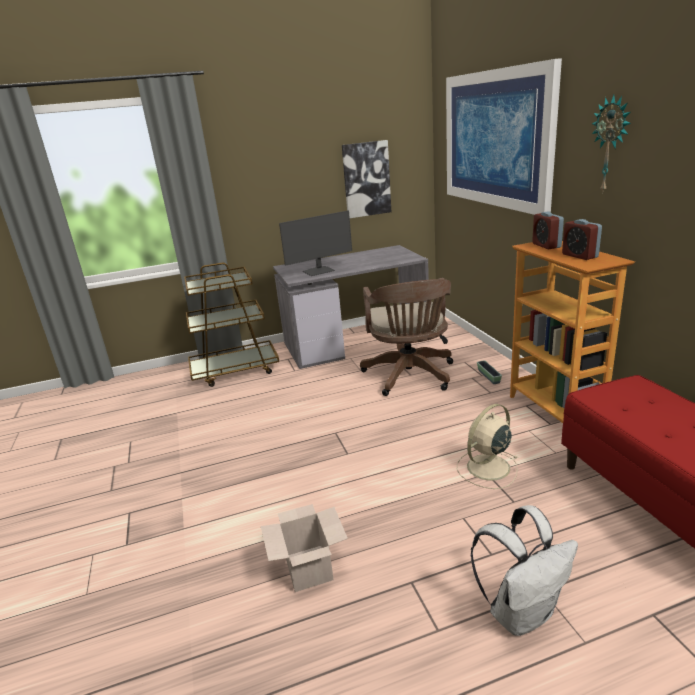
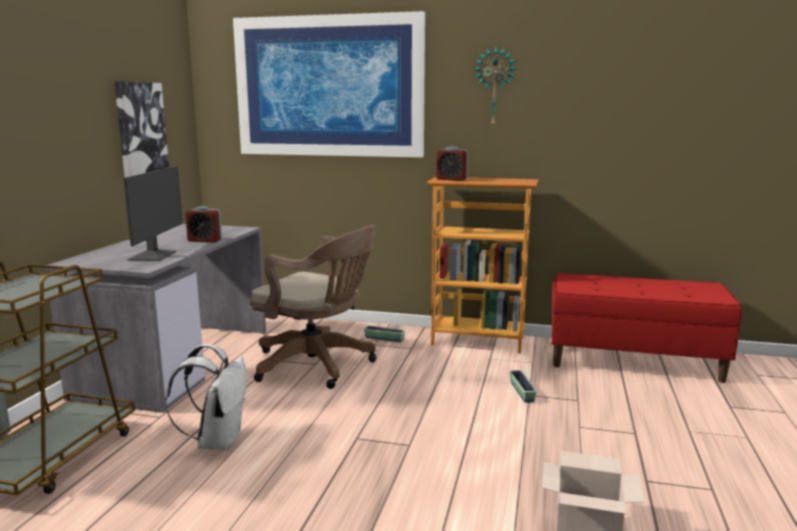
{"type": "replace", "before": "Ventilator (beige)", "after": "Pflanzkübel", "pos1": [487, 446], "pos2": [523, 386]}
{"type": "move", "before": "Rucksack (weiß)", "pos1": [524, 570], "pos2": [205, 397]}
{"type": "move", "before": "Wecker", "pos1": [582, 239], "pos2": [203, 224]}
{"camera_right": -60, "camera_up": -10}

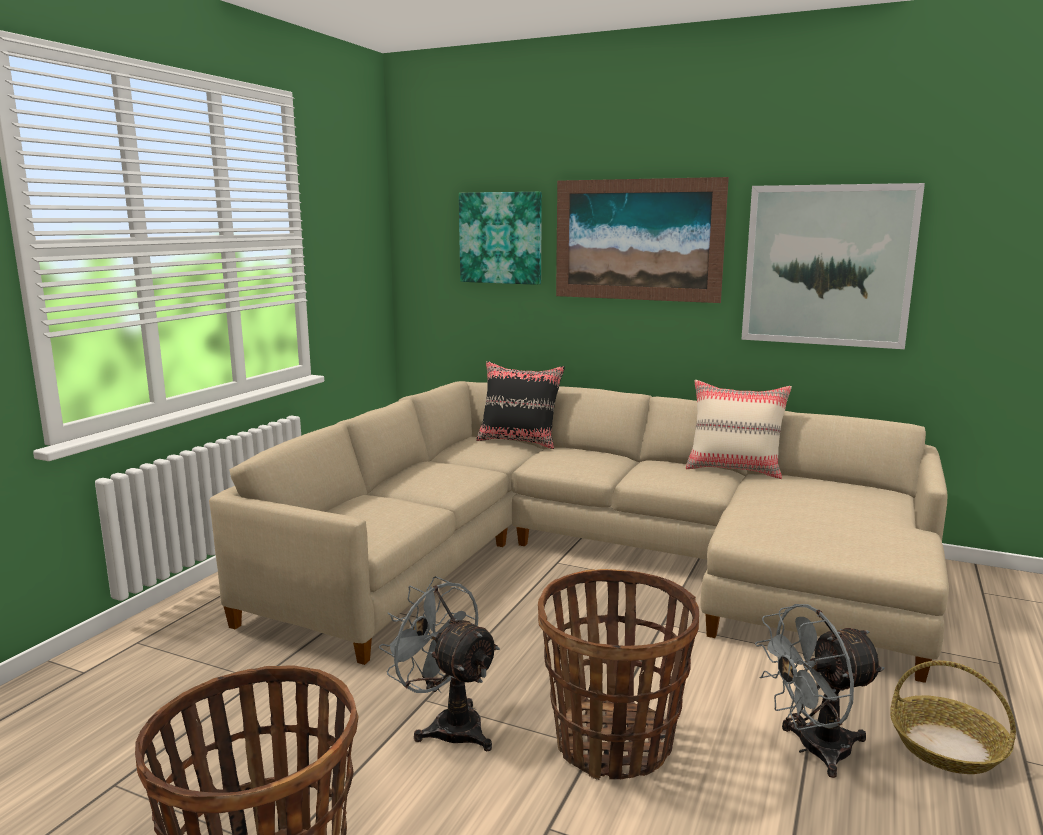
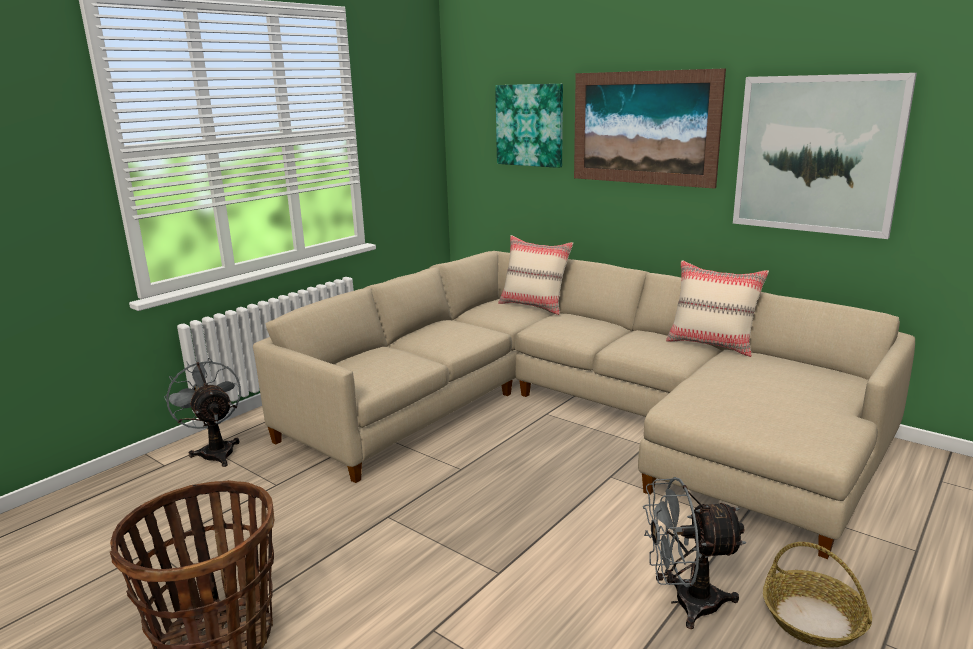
{"type": "move", "before": "Ventilator (grau)", "pos1": [439, 663], "pos2": [202, 412]}
{"type": "recolor", "before": "Kissen (schwarz)", "after": "Kissen (beige)", "pos1": [520, 405], "pos2": [535, 275]}
{"type": "delete", "before": "Korb", "pos1": [618, 674]}
{"camera_right": 15, "camera_up": 5}

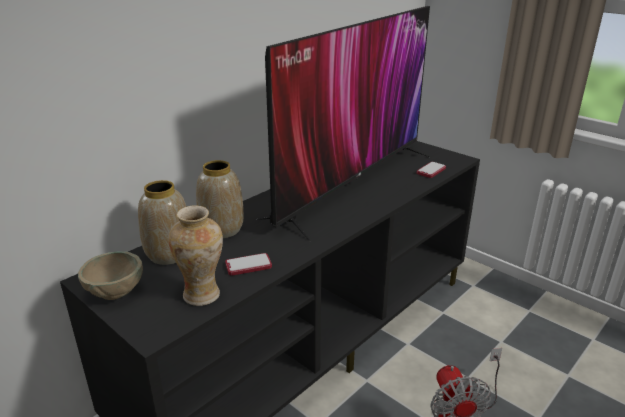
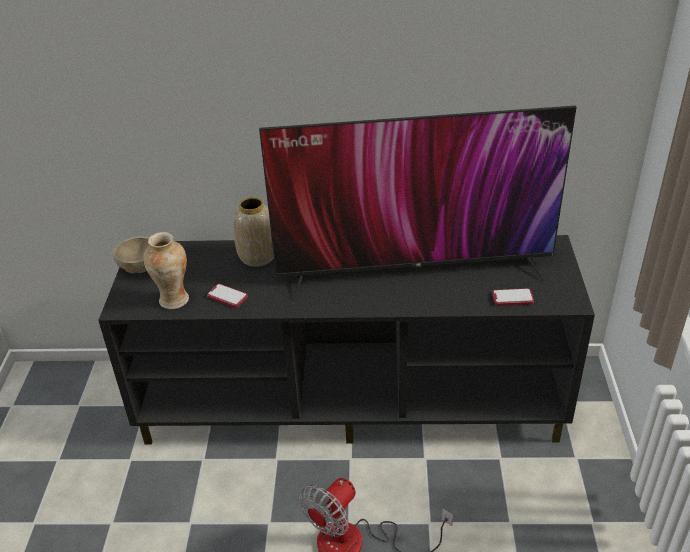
{"type": "delete", "before": "Vase", "pos1": [162, 222]}
{"camera_right": 50, "camera_up": 10}

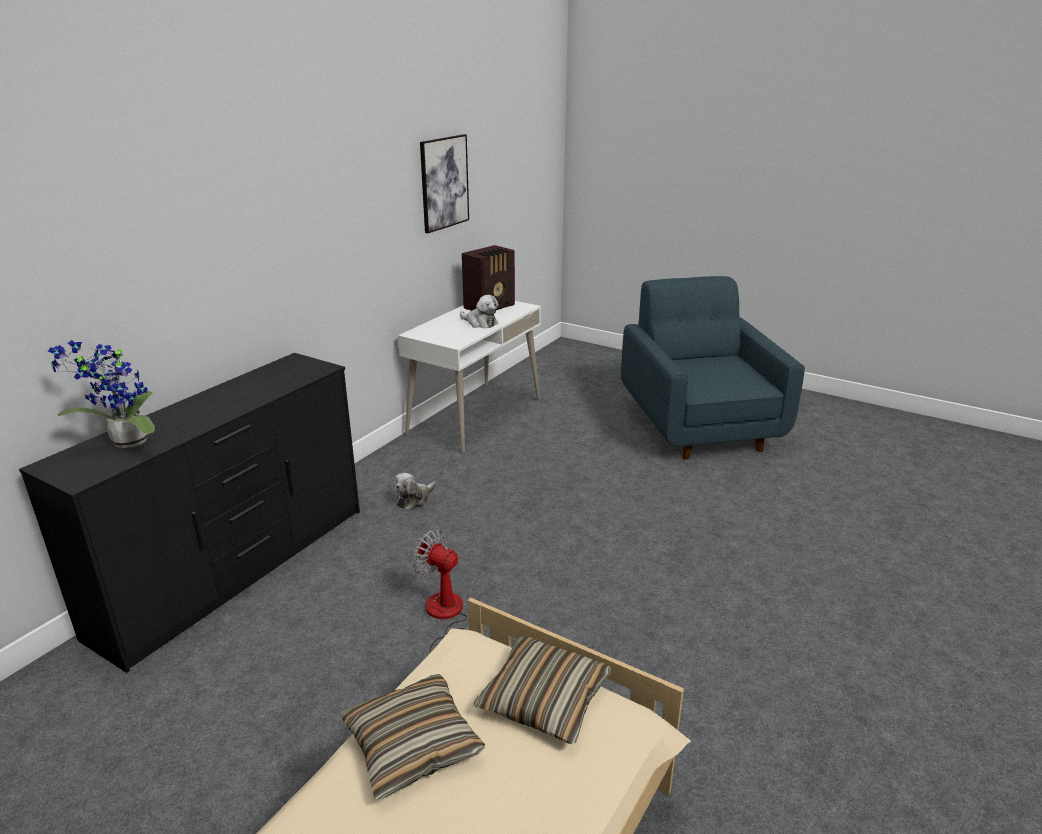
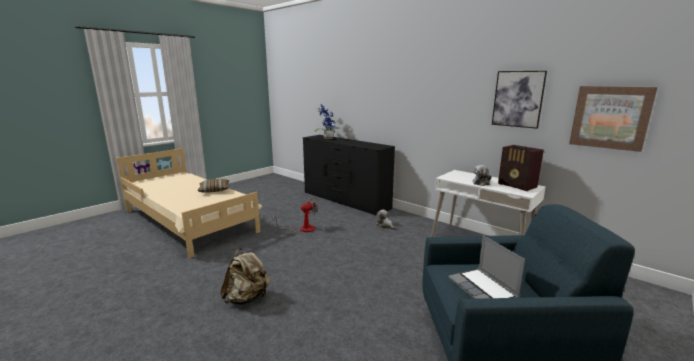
{"type": "delete", "before": "Kissen", "pos1": [542, 691]}
{"type": "insert", "after": "Rucksack (beige)", "pos2": [245, 276]}
{"type": "insert", "after": "Laptop", "pos2": [486, 267]}
{"type": "insert", "after": "Bild", "pos2": [613, 119]}
{"camera_right": 100, "camera_up": -10}

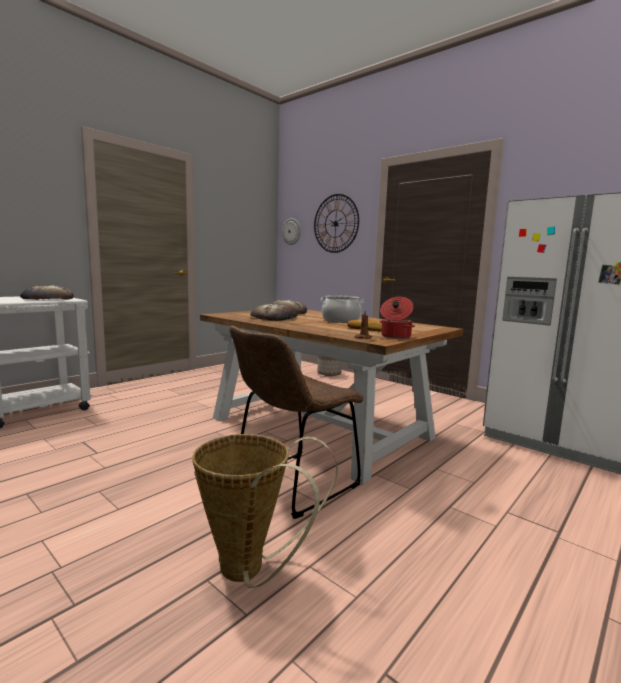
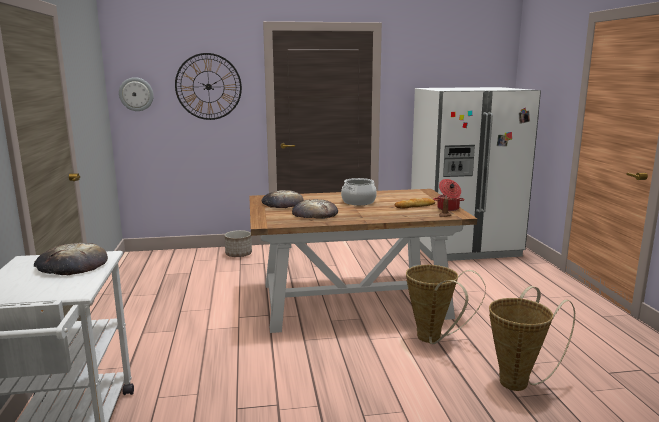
{"type": "replace", "before": "Stuhl (braun)", "after": "Korb", "pos1": [296, 422], "pos2": [446, 304]}
{"camera_right": -50, "camera_up": 5}

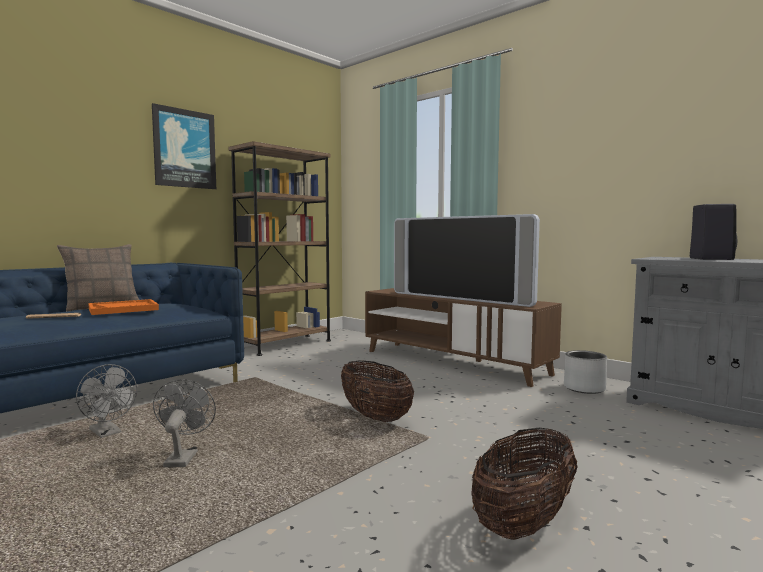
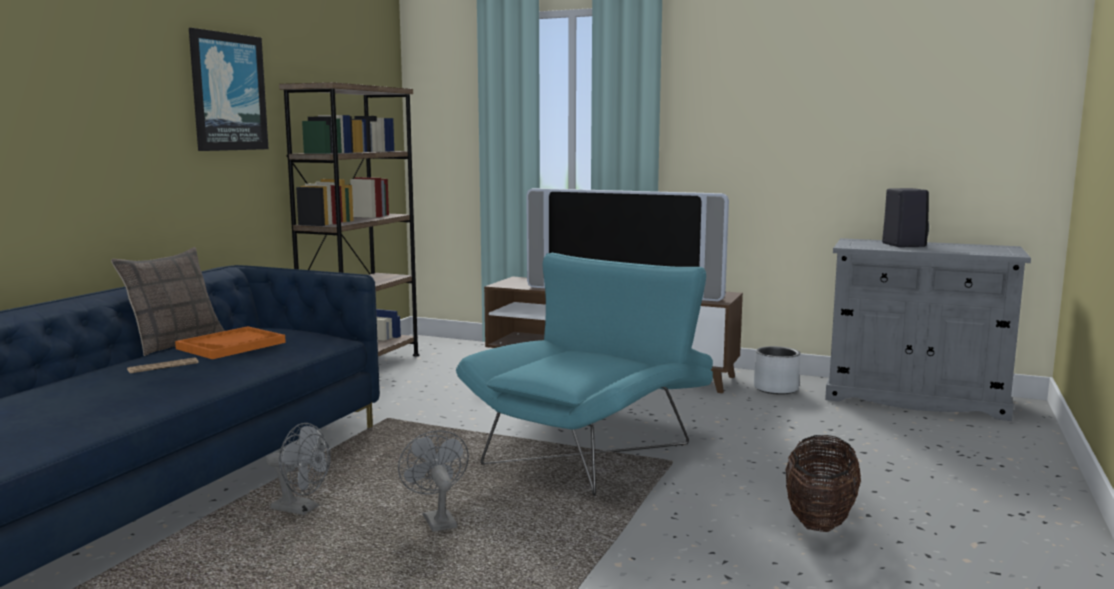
{"type": "replace", "before": "Korb", "after": "Sessel (türkis)", "pos1": [377, 391], "pos2": [584, 374]}
{"camera_right": -20, "camera_up": 5}

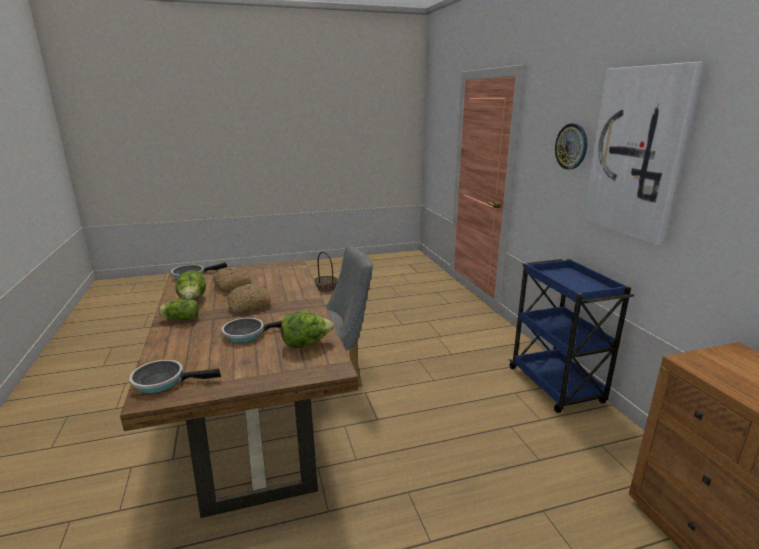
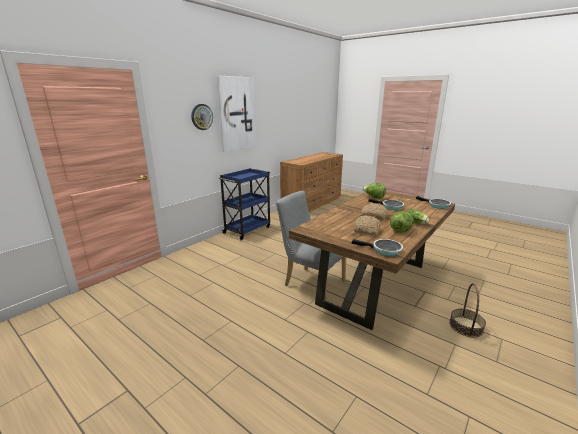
{"type": "move", "before": "Korb", "pos1": [326, 272], "pos2": [467, 310]}
{"camera_right": -125, "camera_up": 0}

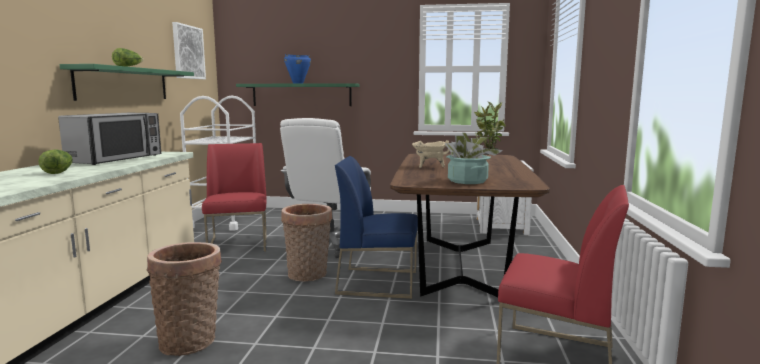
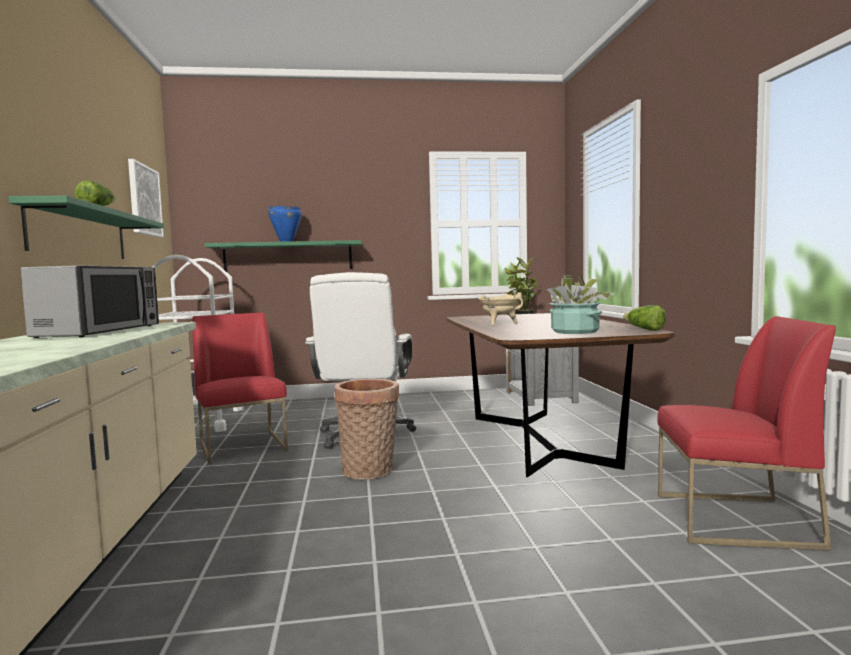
{"type": "move", "before": "Salatkopf", "pos1": [55, 161], "pos2": [644, 318]}
{"type": "delete", "before": "Korb", "pos1": [184, 299]}
{"type": "delete", "before": "Stuhl (blau)", "pos1": [376, 227]}
{"camera_right": -15, "camera_up": -5}

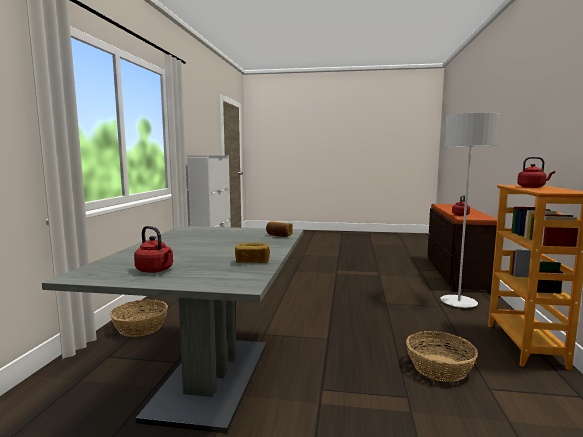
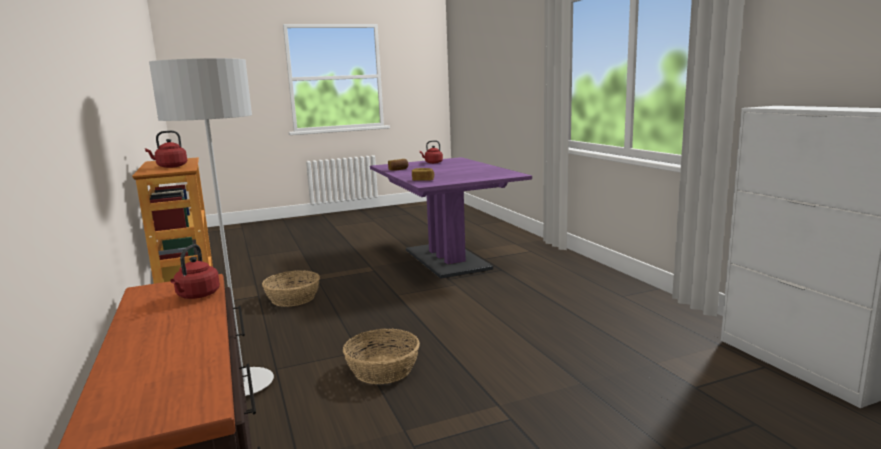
{"type": "recolor", "before": "Esstisch (grau)", "after": "Esstisch (lila)", "pos1": [173, 329], "pos2": [451, 218]}
{"type": "move", "before": "Korb", "pos1": [139, 318], "pos2": [381, 356]}
{"camera_right": 150, "camera_up": 5}

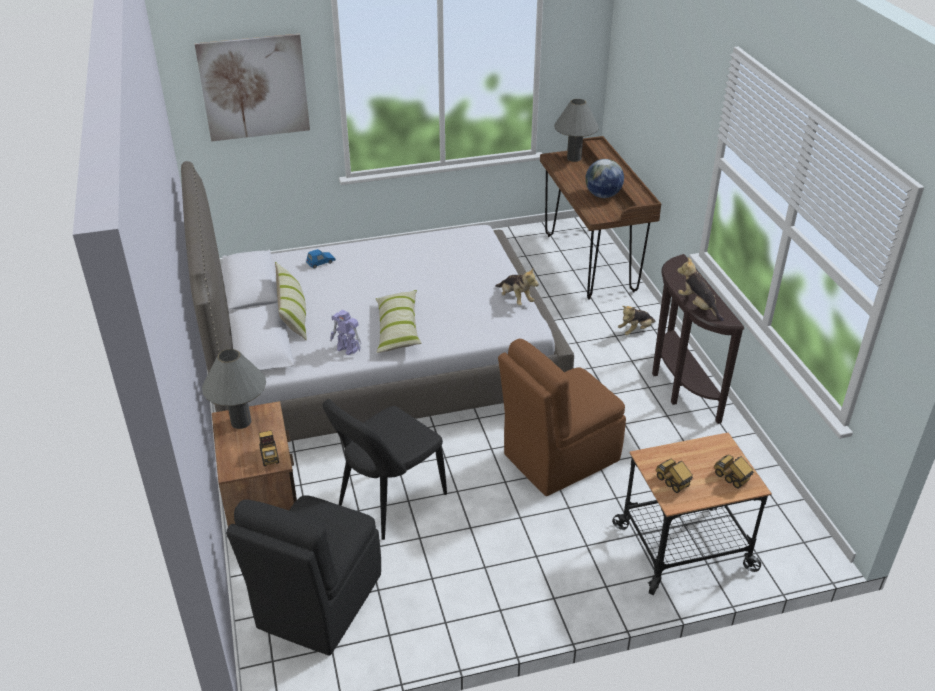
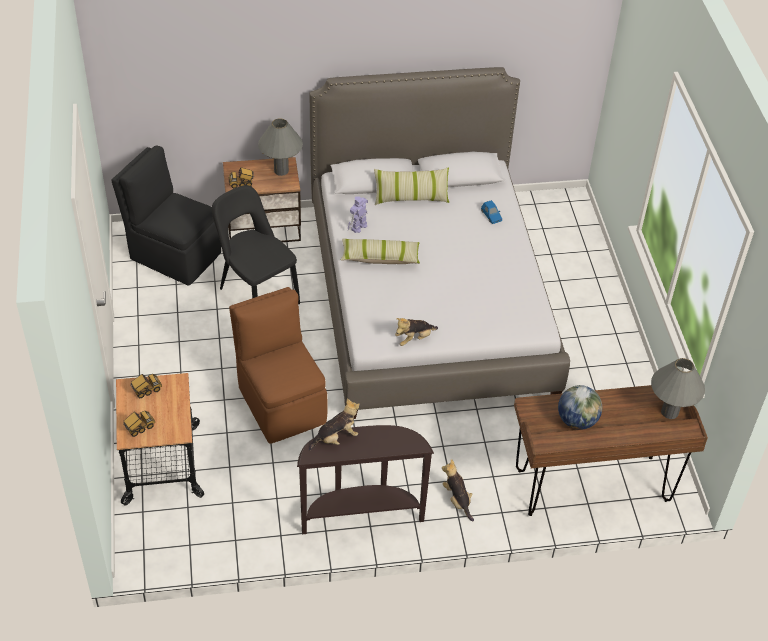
{"type": "delete", "before": "Bild", "pos1": [252, 88]}
{"camera_right": 95, "camera_up": 10}

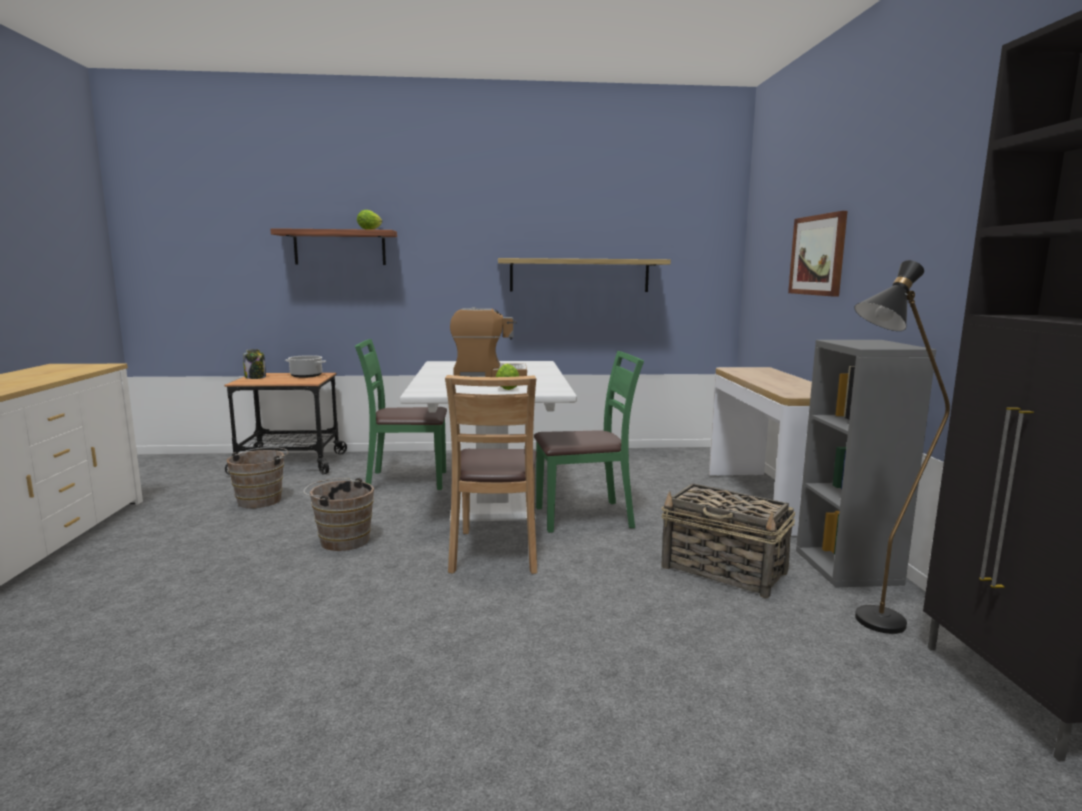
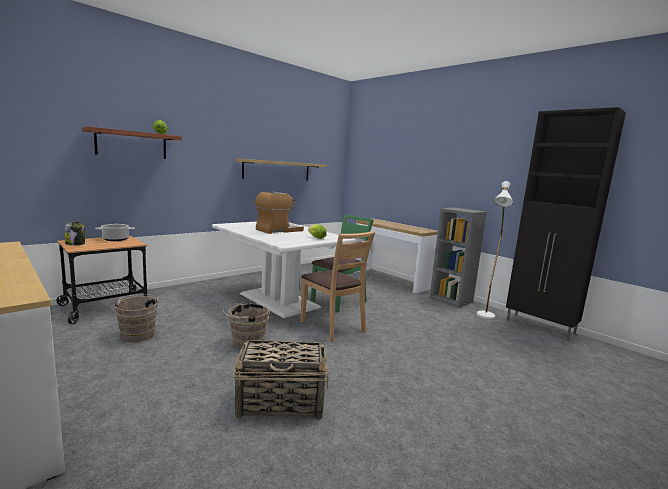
{"type": "delete", "before": "Stuhl (grün)", "pos1": [401, 414]}
{"type": "move", "before": "Korb", "pos1": [728, 540], "pos2": [281, 380]}
{"type": "delete", "before": "Bild", "pos1": [818, 254]}
{"type": "recolor", "before": "Stehlampe (schwarz)", "after": "Stehlampe (weiß)", "pos1": [902, 447], "pos2": [495, 250]}
{"camera_right": -40, "camera_up": 0}

